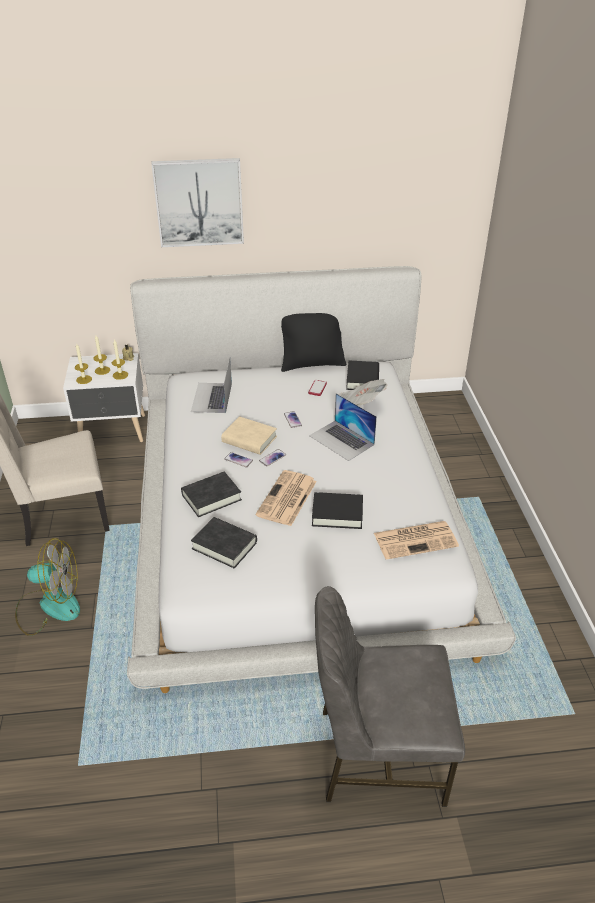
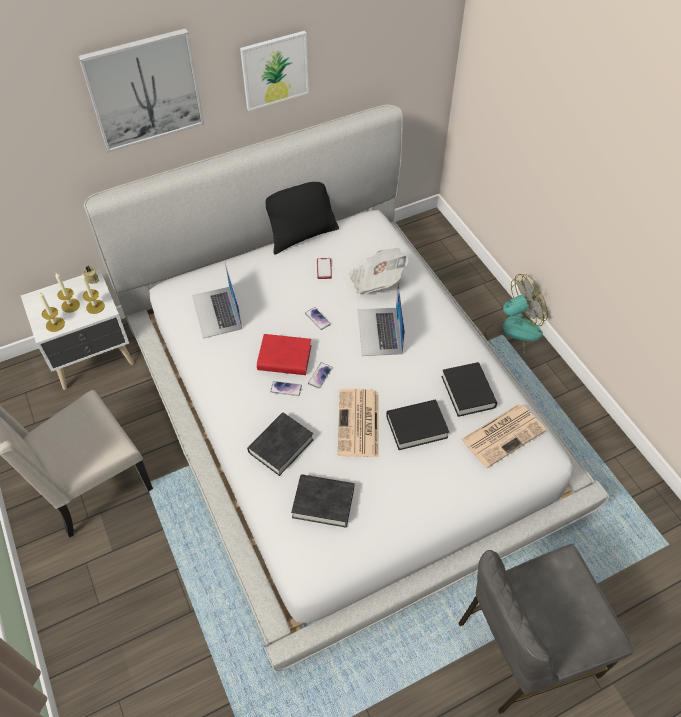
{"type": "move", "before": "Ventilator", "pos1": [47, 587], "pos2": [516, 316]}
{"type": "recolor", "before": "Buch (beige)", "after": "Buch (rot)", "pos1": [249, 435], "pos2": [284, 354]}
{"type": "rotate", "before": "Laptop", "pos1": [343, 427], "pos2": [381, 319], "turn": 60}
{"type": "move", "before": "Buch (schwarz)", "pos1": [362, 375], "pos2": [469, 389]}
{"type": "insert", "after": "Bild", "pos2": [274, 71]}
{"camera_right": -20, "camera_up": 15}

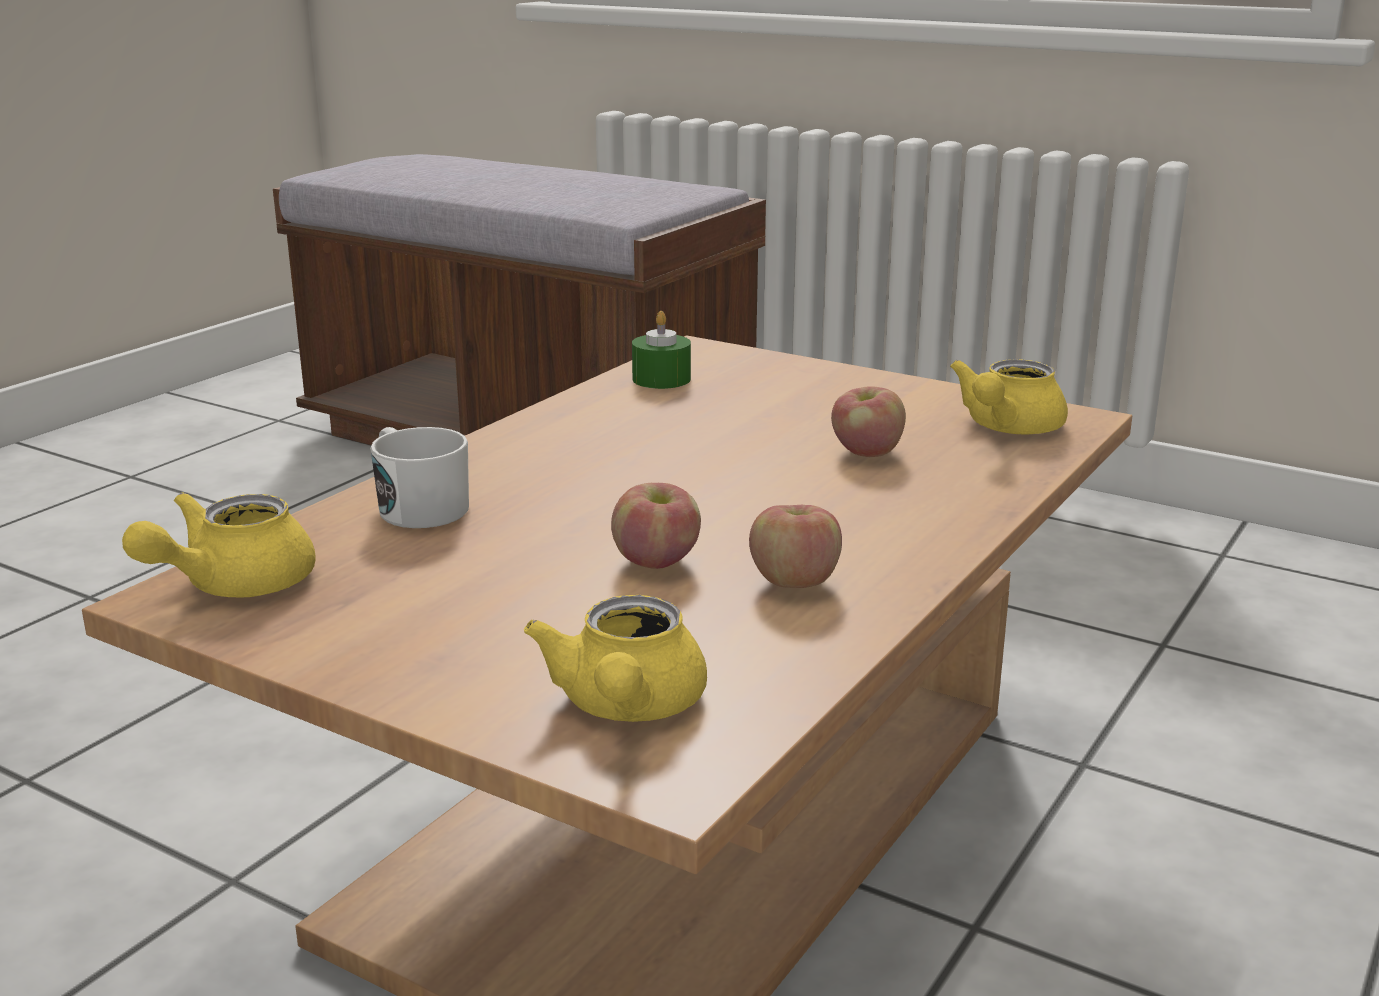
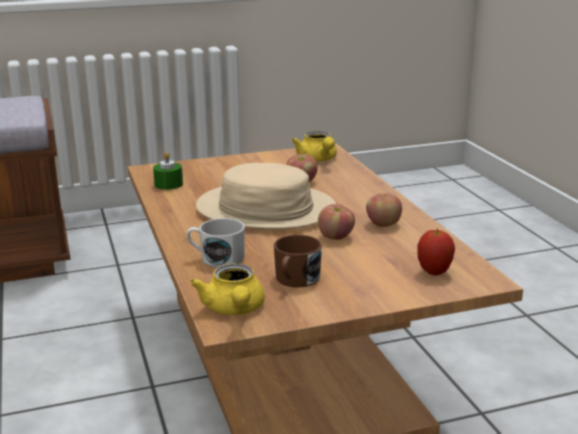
{"type": "replace", "before": "Teekanne (gelb)", "after": "Apfel", "pos1": [615, 658], "pos2": [436, 251]}
{"type": "insert", "after": "Hut (beige)", "pos2": [266, 196]}
{"type": "insert", "after": "Henkelbecher (braun)", "pos2": [298, 261]}
{"camera_right": -50, "camera_up": 0}

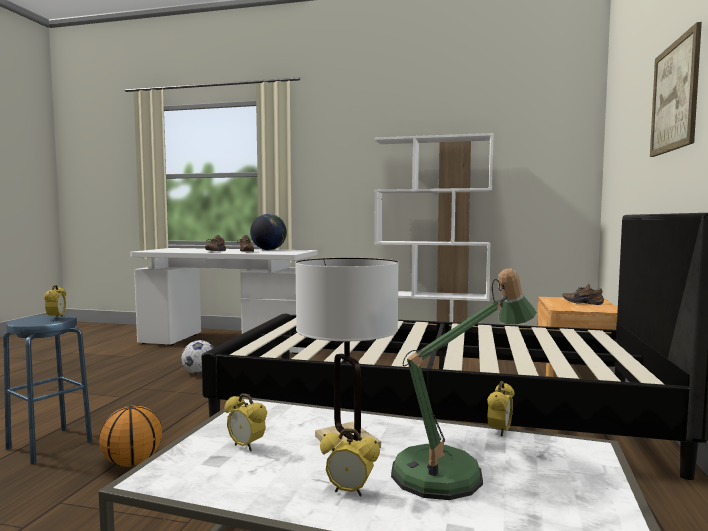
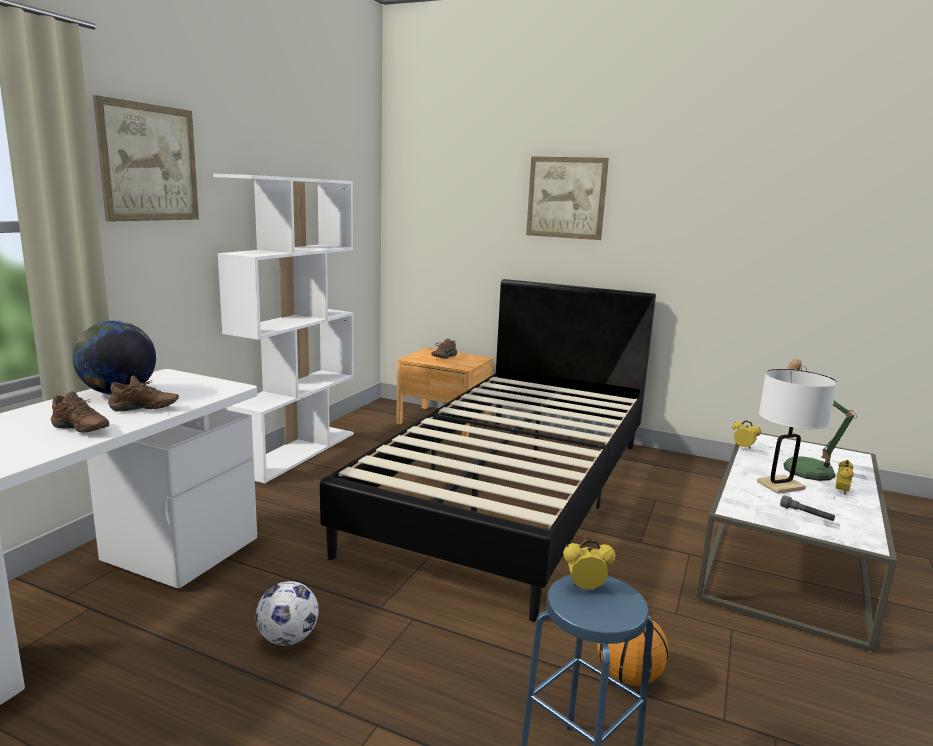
{"type": "replace", "before": "Wecker", "after": "Taschenlampe (grau)", "pos1": [246, 422], "pos2": [807, 508]}
{"type": "insert", "after": "Bild", "pos2": [146, 158]}
{"camera_right": -80, "camera_up": 10}

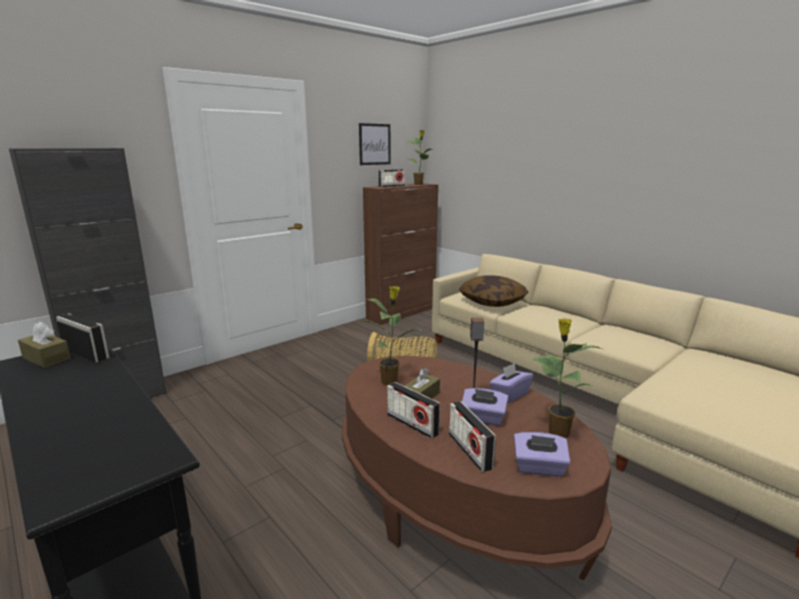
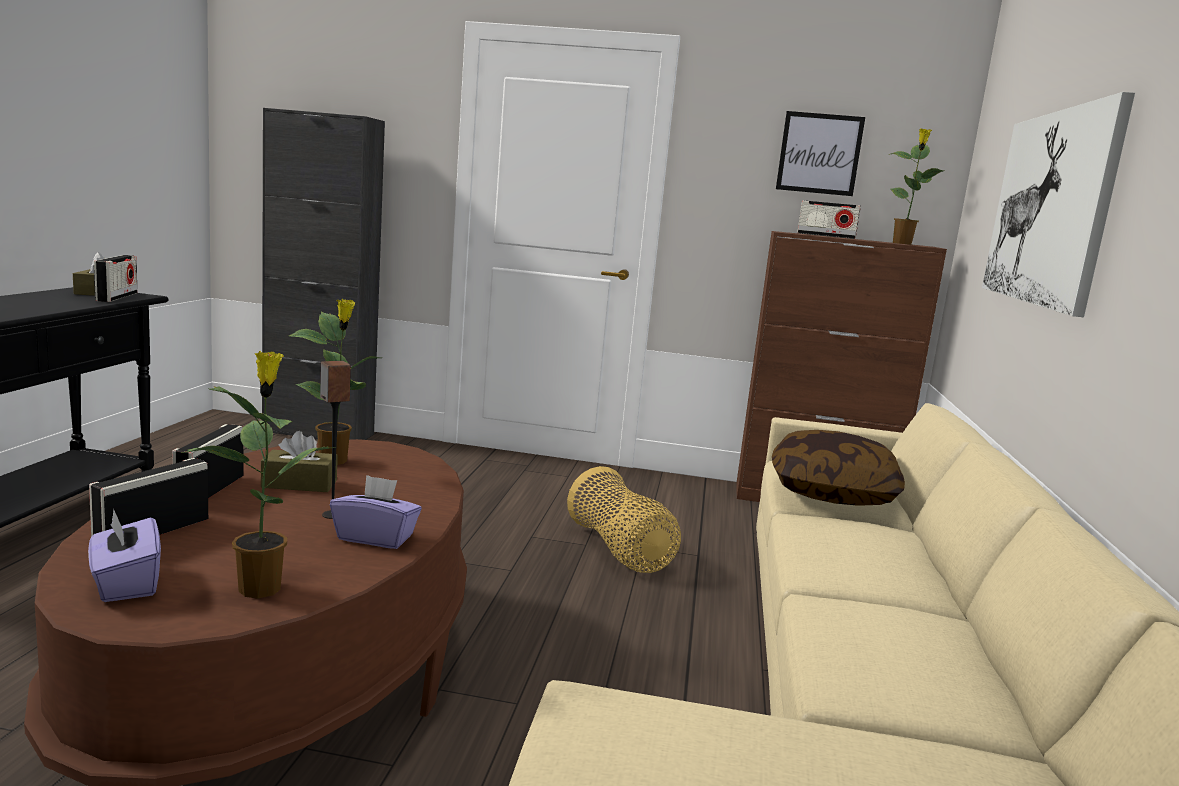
{"type": "delete", "before": "Taschentuchbox (lila)", "pos1": [485, 407]}
{"type": "insert", "after": "Bild", "pos2": [1058, 204]}
{"camera_right": 50, "camera_up": -5}

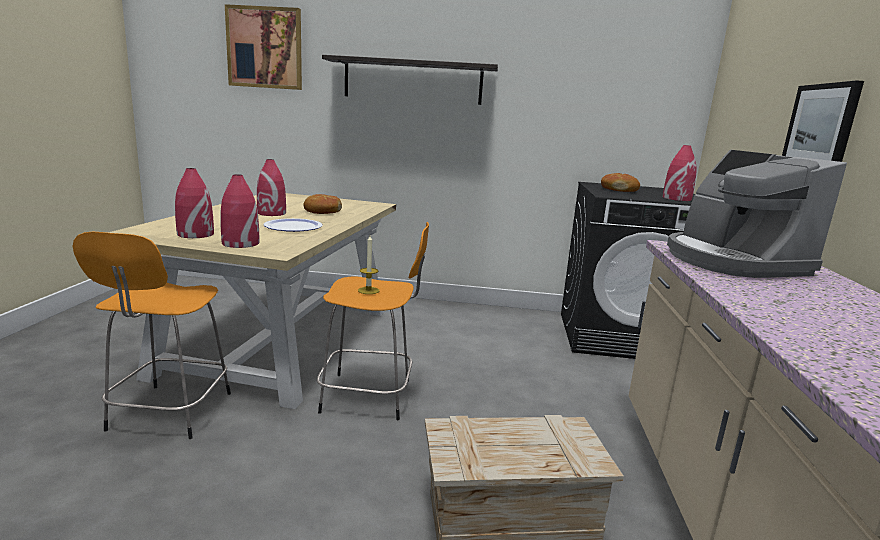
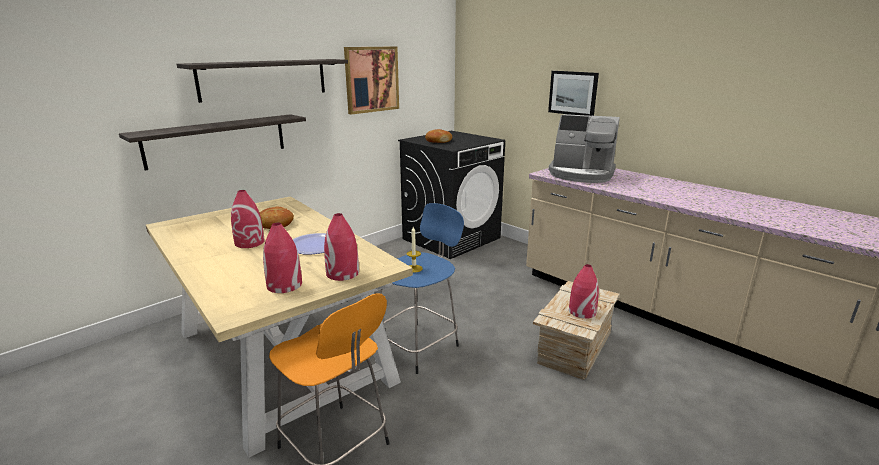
{"type": "move", "before": "Bild", "pos1": [263, 47], "pos2": [371, 80]}
{"type": "recolor", "before": "Hocker (orange)", "after": "Hocker (blau)", "pos1": [373, 321], "pos2": [422, 288]}
{"type": "move", "before": "Vase (rot)", "pos1": [680, 173], "pos2": [584, 291]}
{"type": "insert", "after": "Wandregal", "pos2": [212, 142]}
{"camera_right": -50, "camera_up": 5}

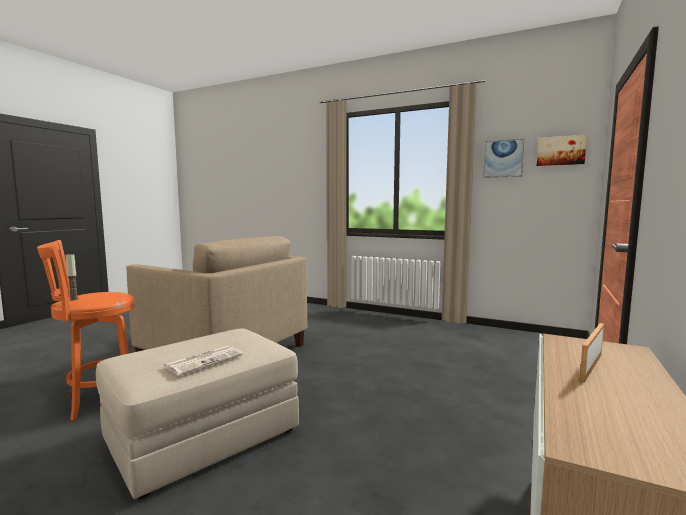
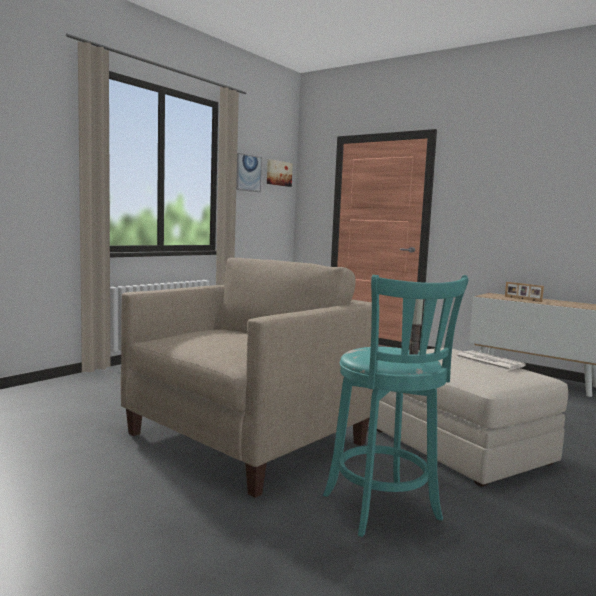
{"type": "recolor", "before": "Hocker (orange)", "after": "Hocker (türkis)", "pos1": [86, 330], "pos2": [395, 406]}
{"camera_right": -80, "camera_up": 0}

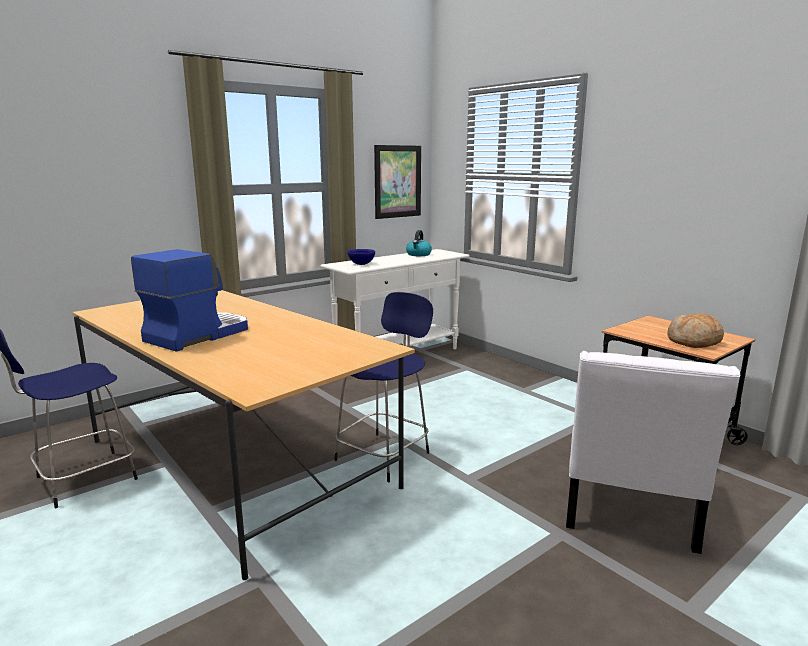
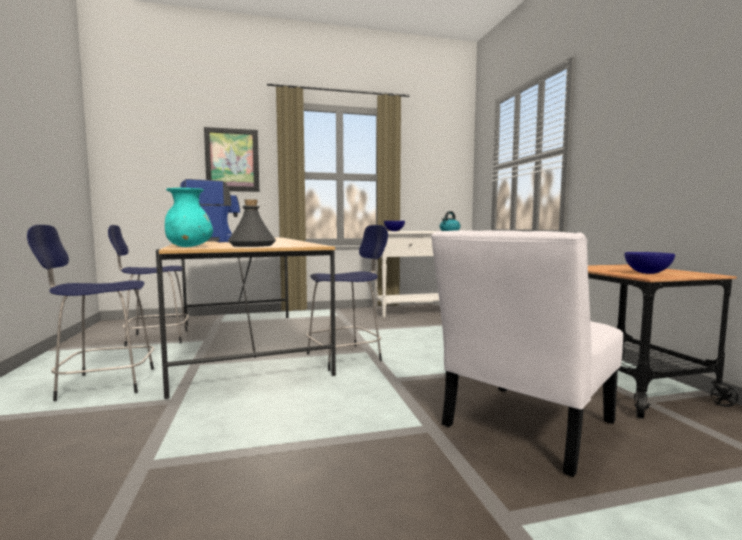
{"type": "move", "before": "Bild", "pos1": [397, 182], "pos2": [231, 159]}
{"type": "replace", "before": "Brot", "after": "Schüssel (blau)", "pos1": [695, 330], "pos2": [649, 263]}
{"type": "insert", "after": "Hocker (blau)", "pos2": [90, 313]}
{"type": "insert", "after": "Vase (türkis)", "pos2": [189, 217]}
{"type": "insert", "after": "Flasche (grau)", "pos2": [252, 223]}
{"camera_right": 25, "camera_up": -10}

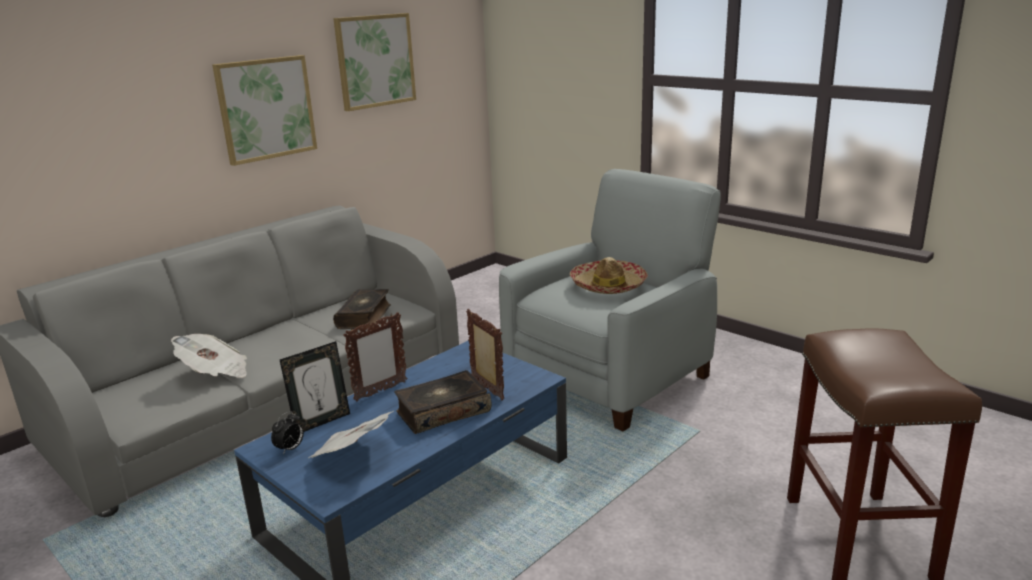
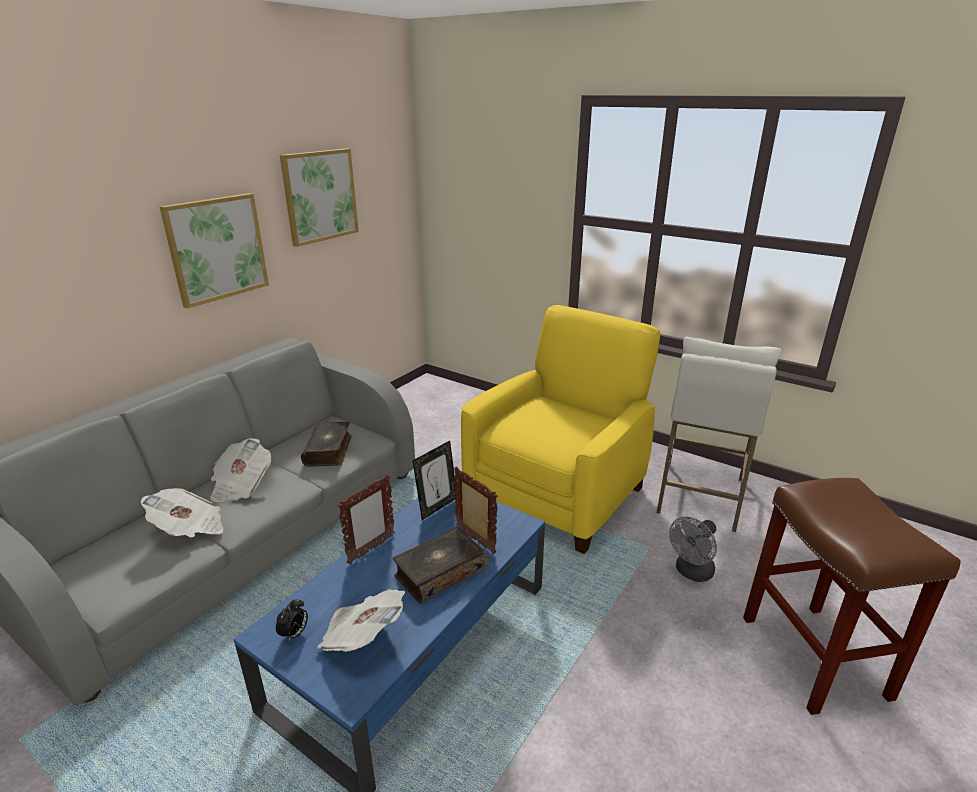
{"type": "move", "before": "Bilderrahmen", "pos1": [315, 386], "pos2": [435, 480]}
{"type": "recolor", "before": "Sessel (grau)", "after": "Sessel (gelb)", "pos1": [610, 300], "pos2": [560, 429]}
{"type": "delete", "before": "Hut", "pos1": [609, 275]}
{"type": "insert", "after": "Zeitung", "pos2": [240, 470]}
{"type": "insert", "after": "Hocker (weiß)", "pos2": [719, 434]}
{"type": "insert", "after": "Ventilator (grau)", "pos2": [693, 549]}
{"camera_right": -10, "camera_up": 5}

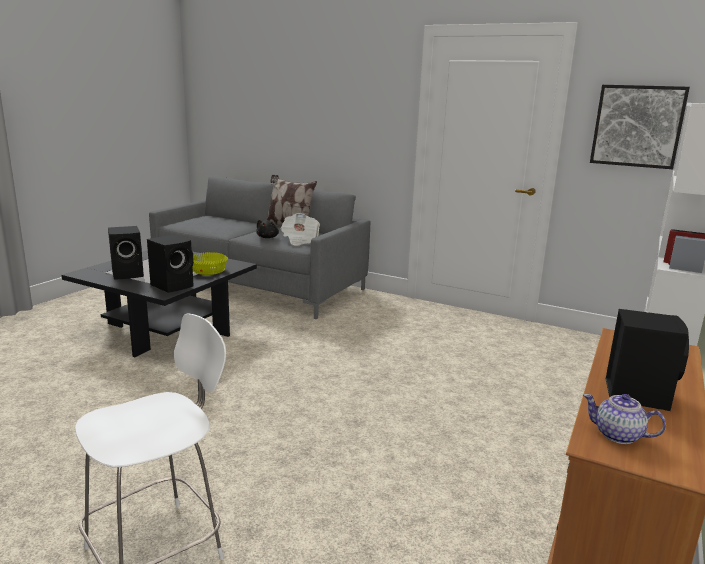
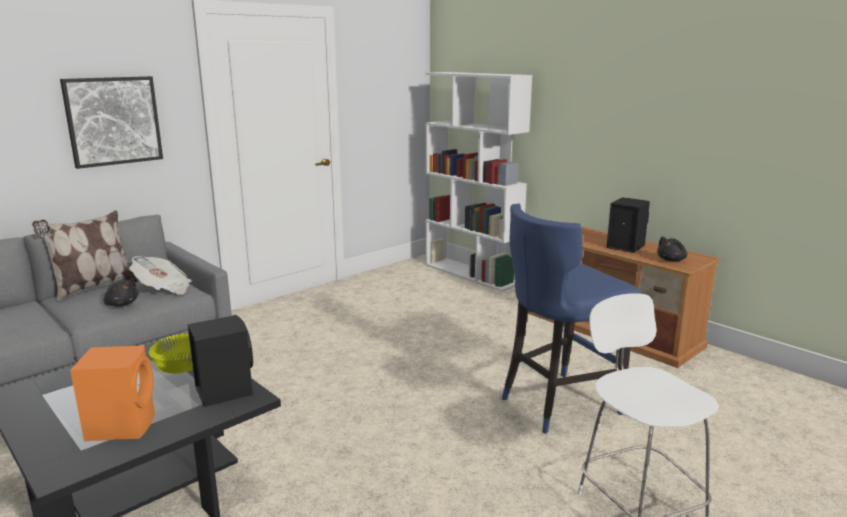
{"type": "recolor", "before": "Lautsprecher (schwarz)", "after": "Lautsprecher (orange)", "pos1": [126, 253], "pos2": [112, 393]}
{"type": "replace", "before": "Teekanne", "after": "Plüschtier (schwarz)", "pos1": [624, 419], "pos2": [672, 248]}
{"type": "move", "before": "Bild", "pos1": [640, 127], "pos2": [111, 122]}
{"type": "insert", "after": "Hocker (blau)", "pos2": [572, 318]}
{"camera_right": -70, "camera_up": 0}

